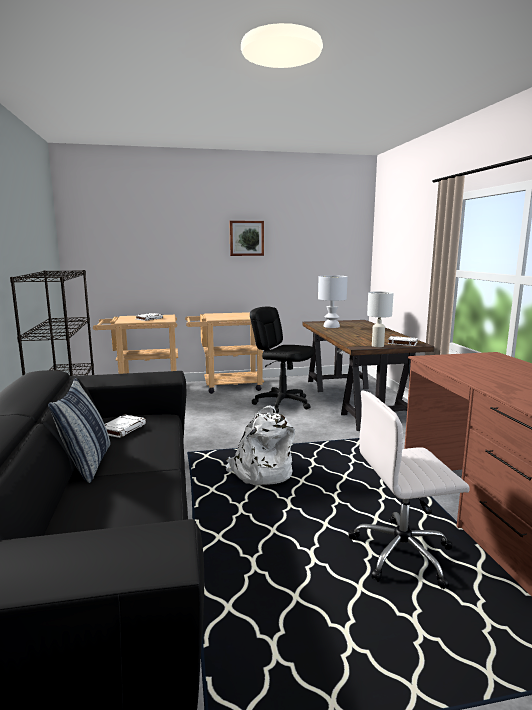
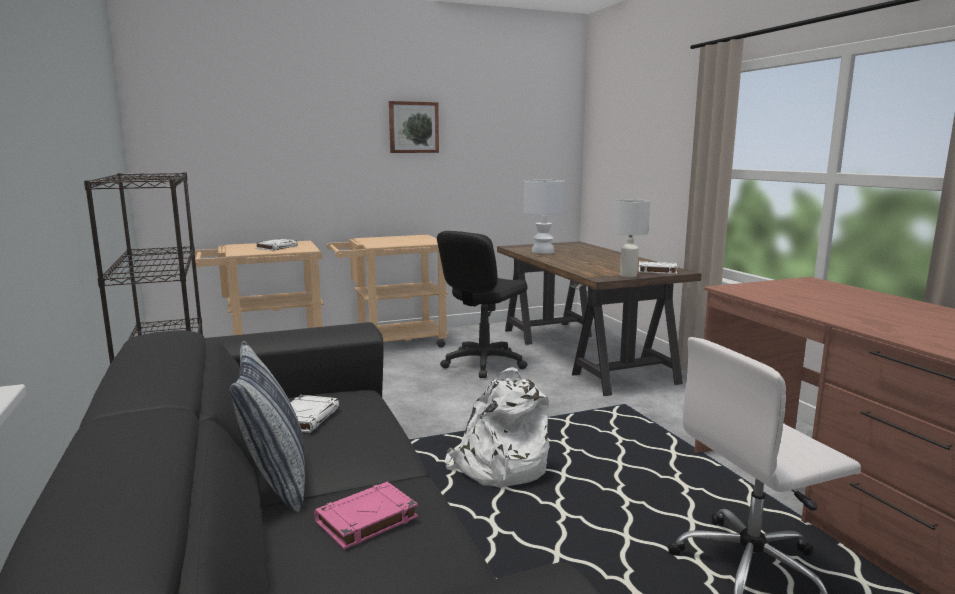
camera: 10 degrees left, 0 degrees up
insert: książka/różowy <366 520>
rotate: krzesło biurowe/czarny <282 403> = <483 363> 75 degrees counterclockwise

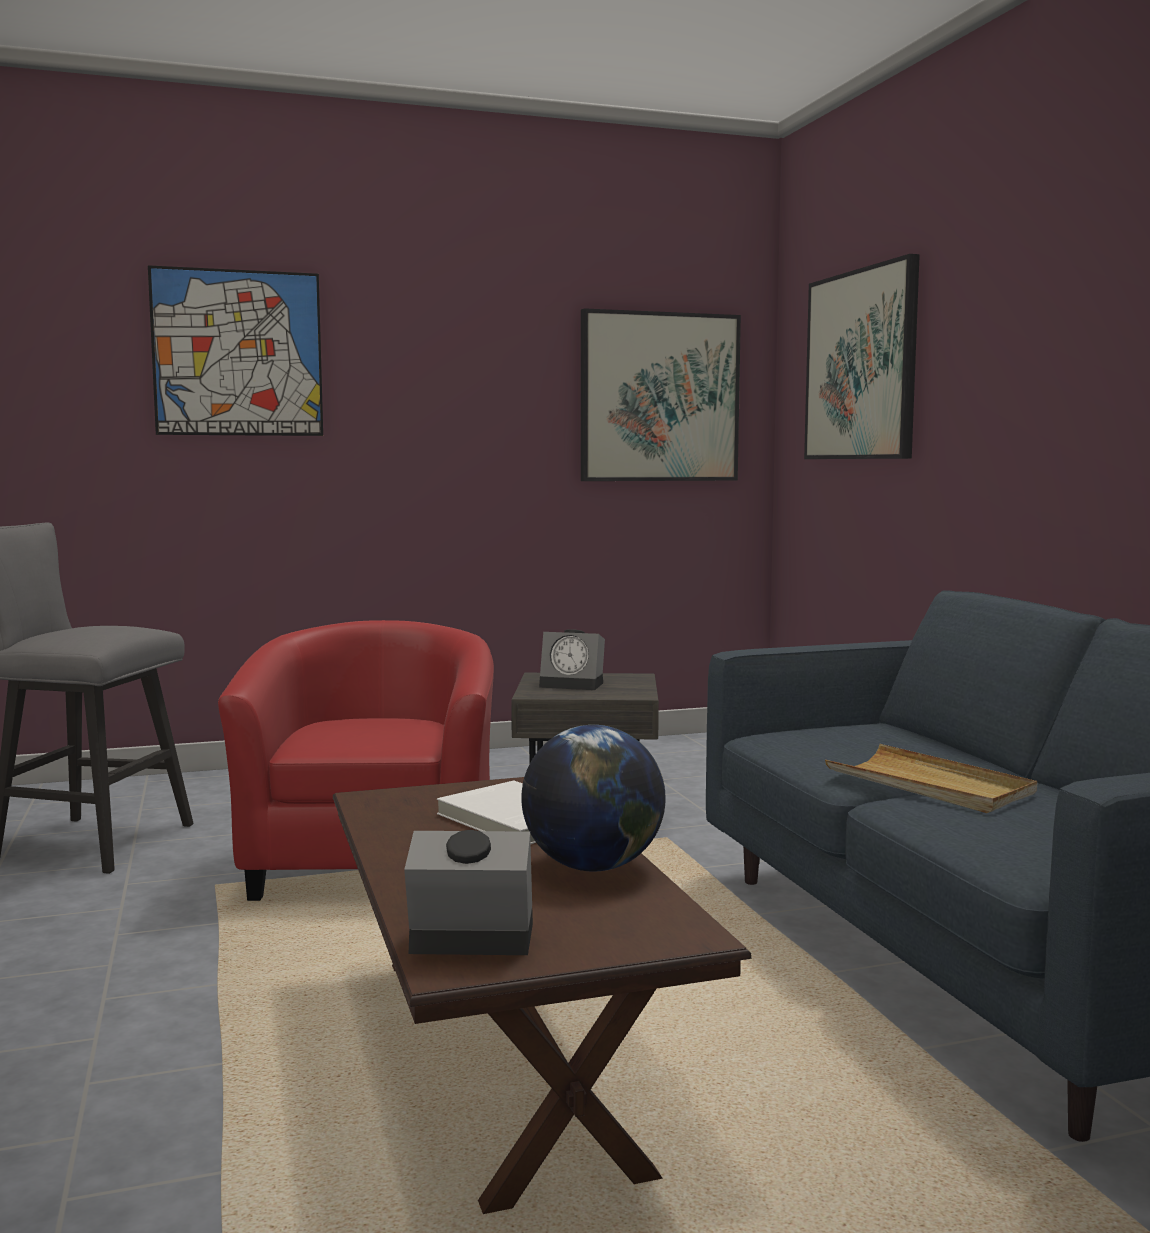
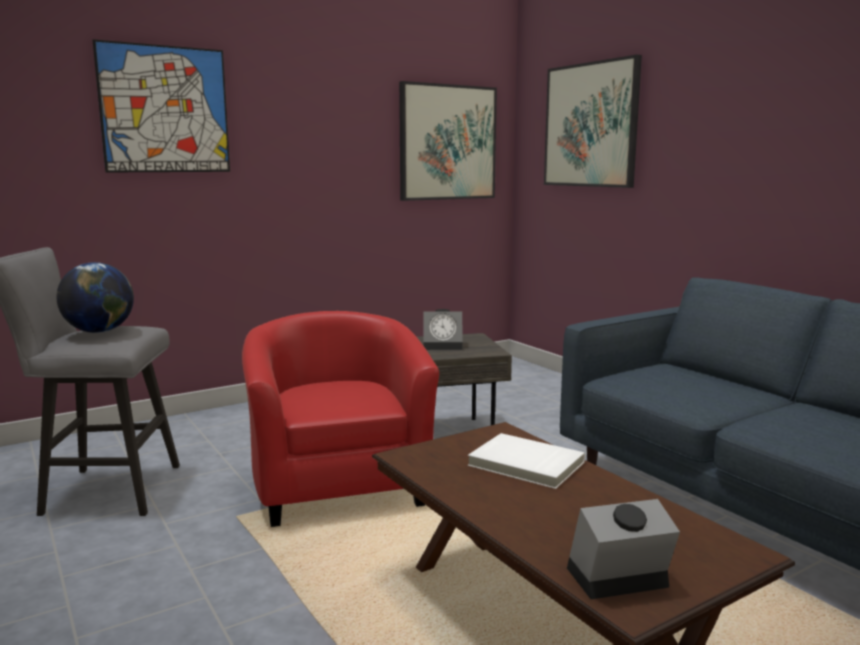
camera: 15 degrees left, 5 degrees up
delete: taca/beżowy <929 785>
move: globus <593 867> to <99 331>

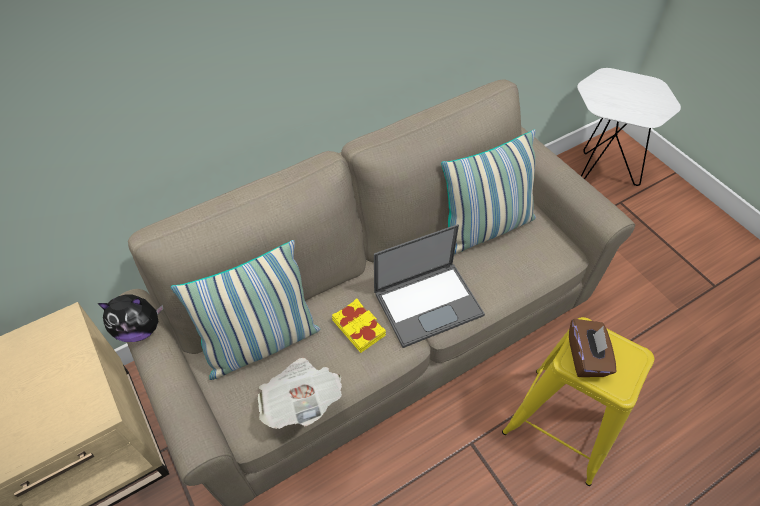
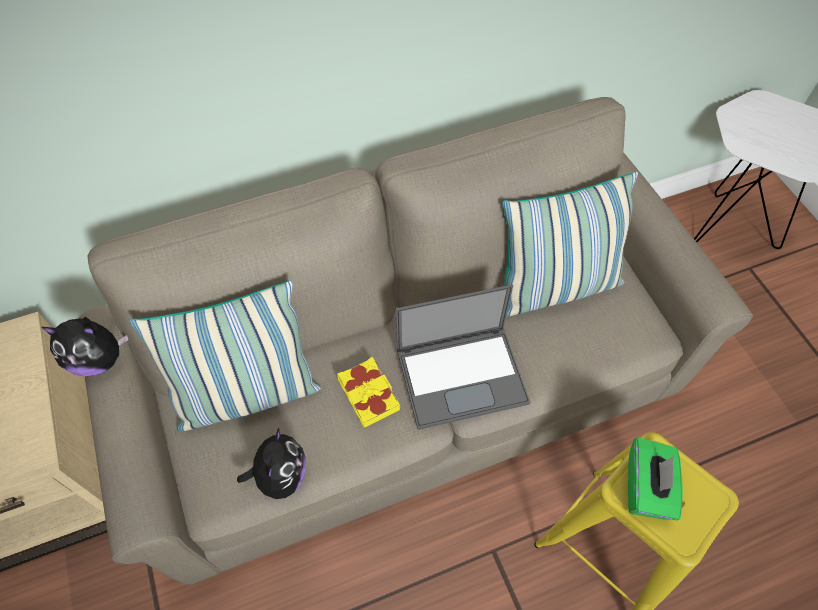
camera: 10 degrees right, 5 degrees up
replace: gazeta <301 400> to pluszak <280 476>
recolor: pudełko chusteczek/brązowy <586 357> to pudełko chusteczek/zielony <647 488>

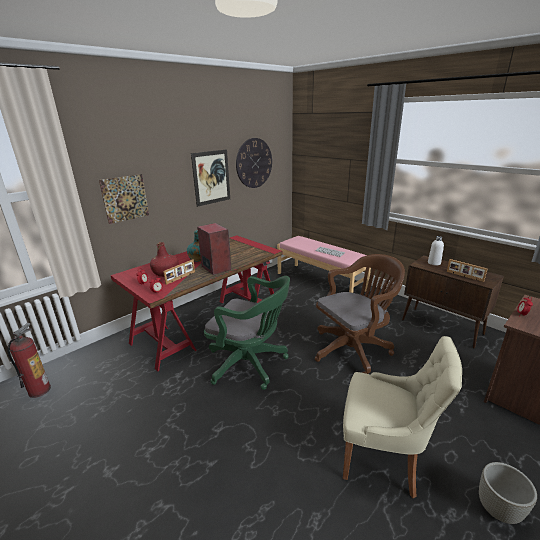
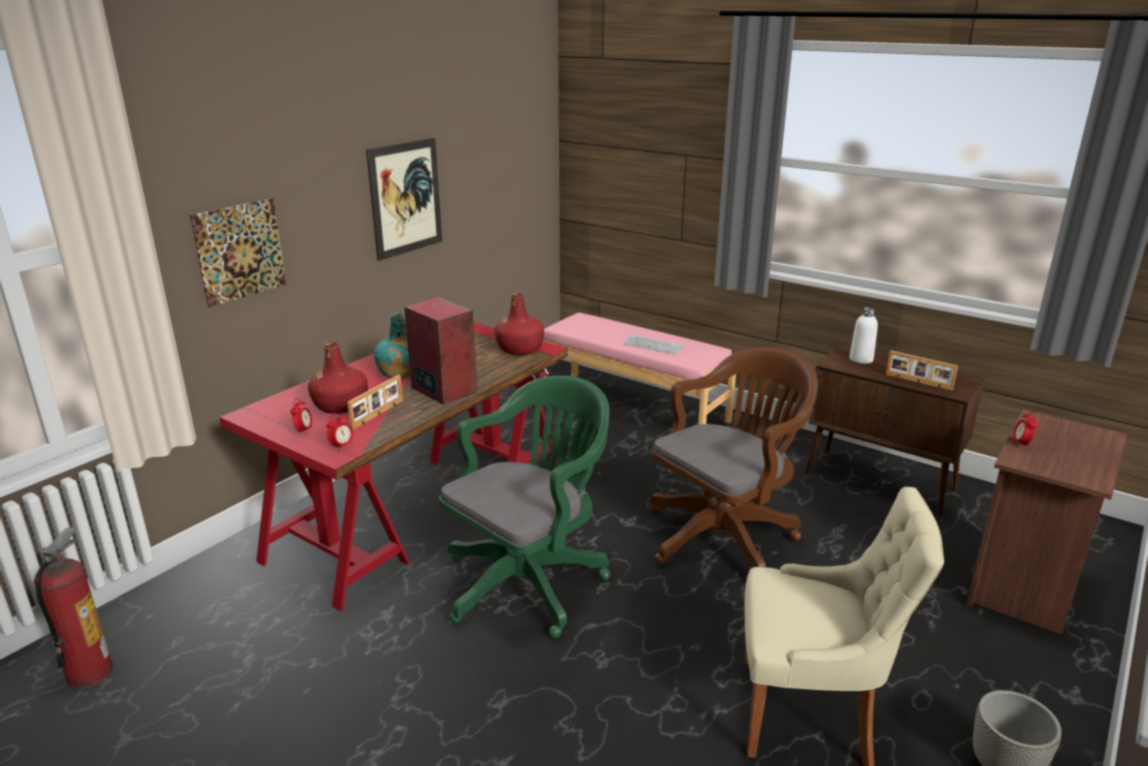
camera: 10 degrees left, 0 degrees up
delete: zegar ścienny <254 163>
insert: butelka/czerwony <520 349>
rotate: krzesło biurowe/zielony <250 364> = <530 580> 60 degrees counterclockwise

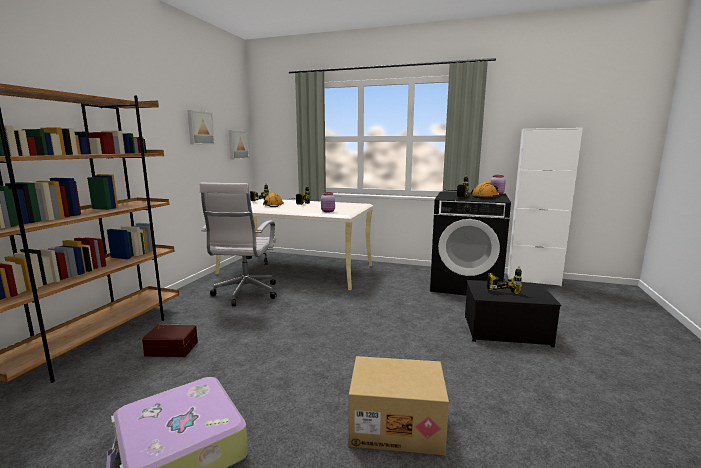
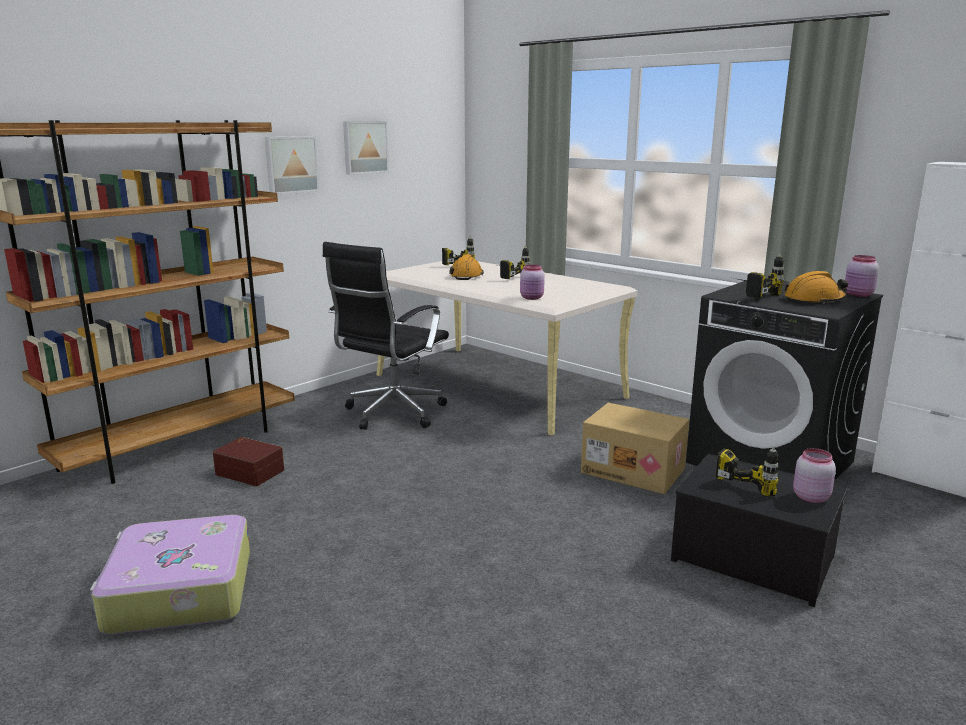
camera: 25 degrees right, 5 degrees up
insert: słoik/różowy <809 497>
move: obraz <237 145> to <291 164>; karton <397 425> to <634 470>
recolor: krzesło biurowe/biały <245 294> to krzesło biurowe/czarny <391 414>

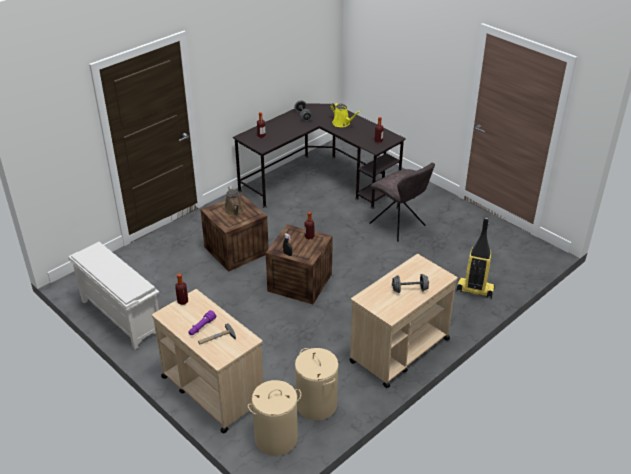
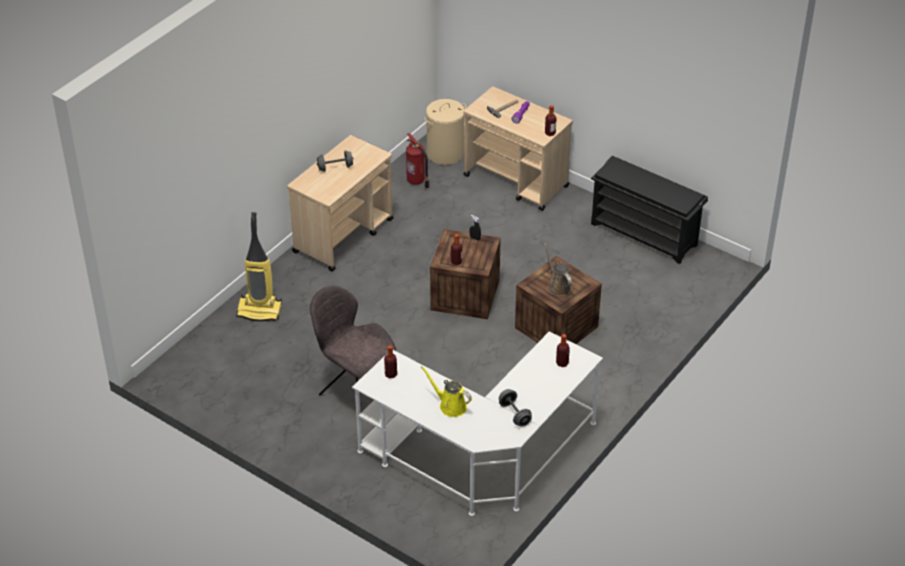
camera: 170 degrees right, 5 degrees up
replace: kosz na pranie/beżowy <316 405> to gaśnica <416 181>
recolor: biurko/czarny <319 181> to biurko/biały <482 457>; regał na buty/biały <120 316> to regał na buty/czarny <645 234>

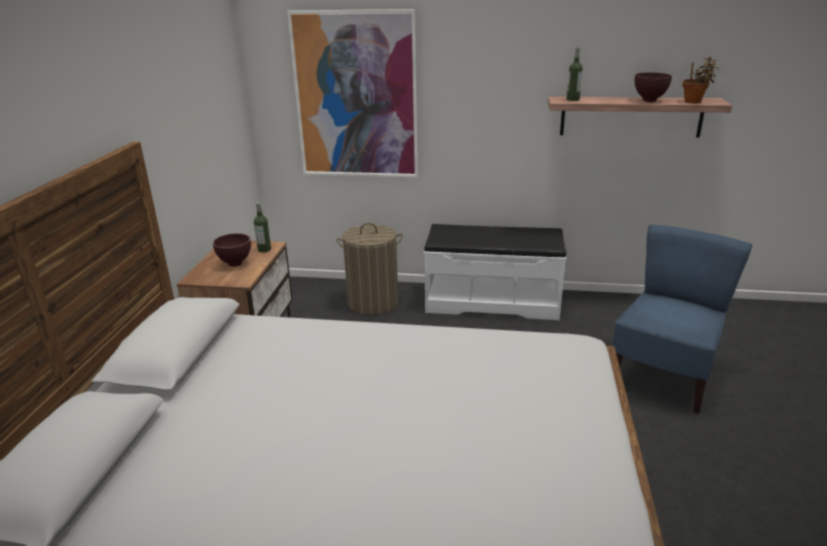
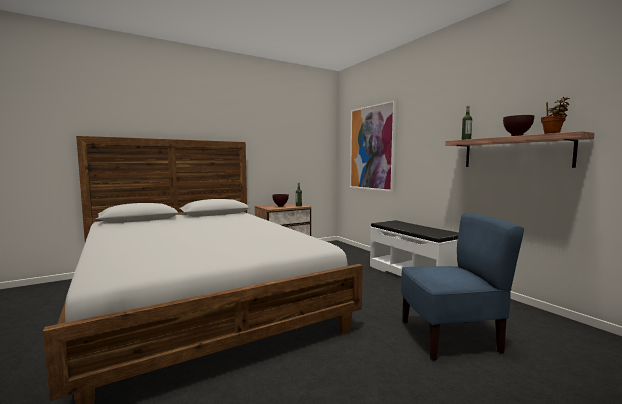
camera: 50 degrees right, 20 degrees down
delete: kosz na pranie <373 302>

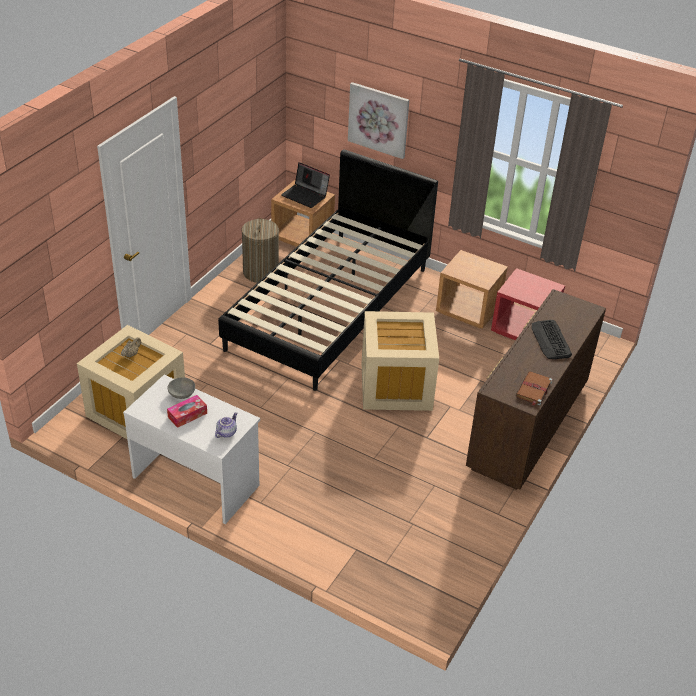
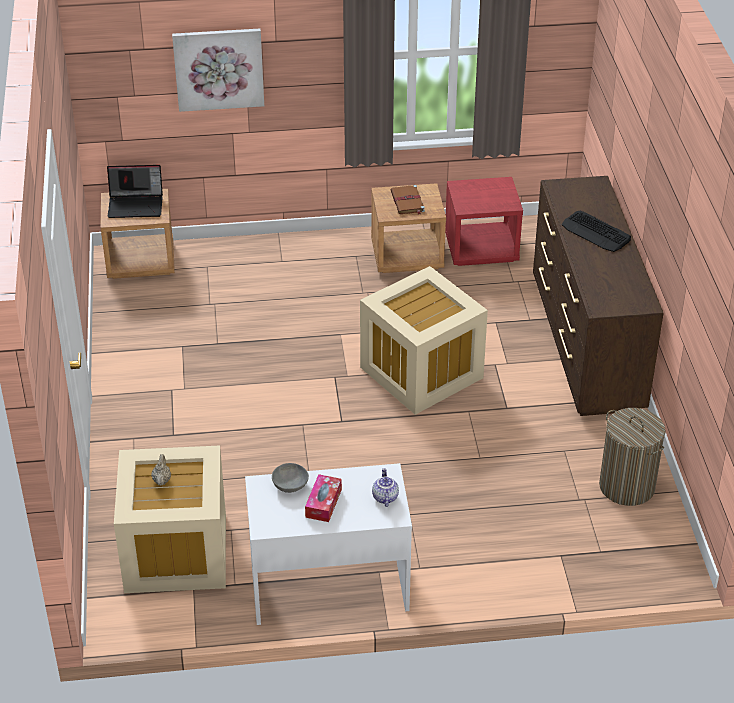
camera: 35 degrees left, 0 degrees up
delete: łóżko/czarny <329 307>
move: książka/brązowy <533 390> to <407 202>; kosz na pranie <260 272> to <626 486>

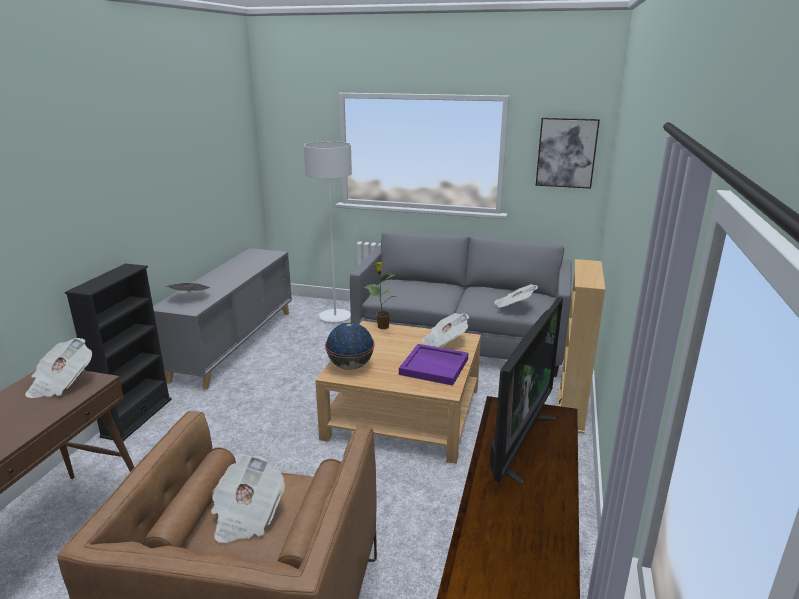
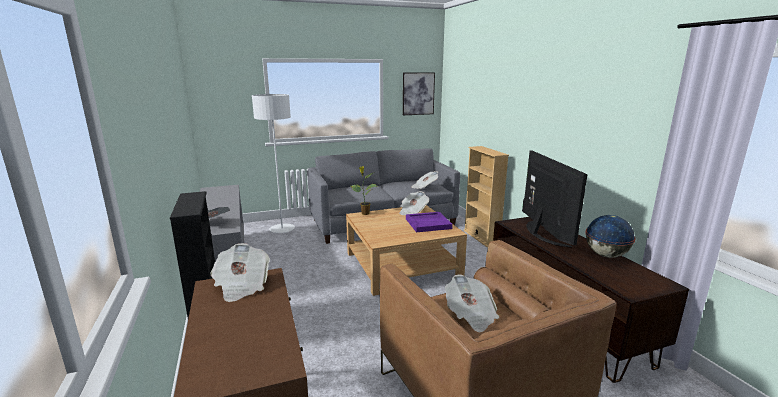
camera: 35 degrees left, 5 degrees down
move: globus <350 366> to <605 255>

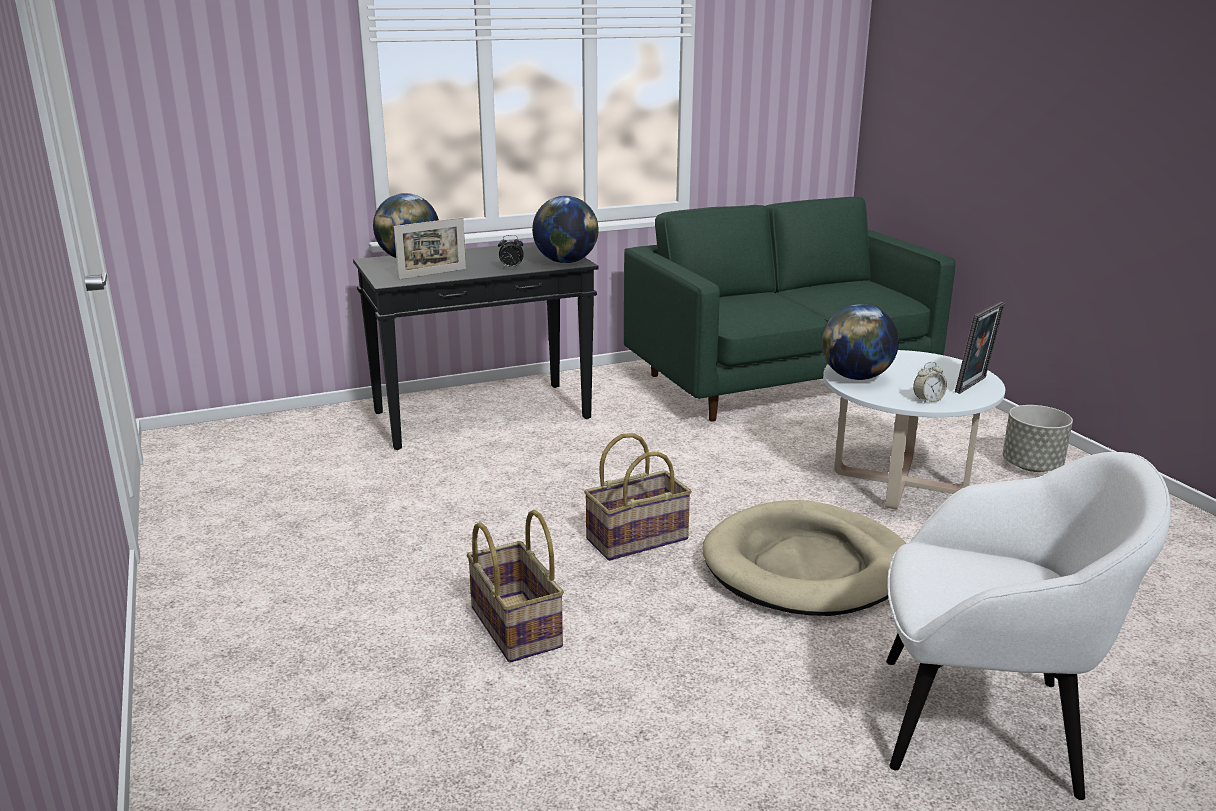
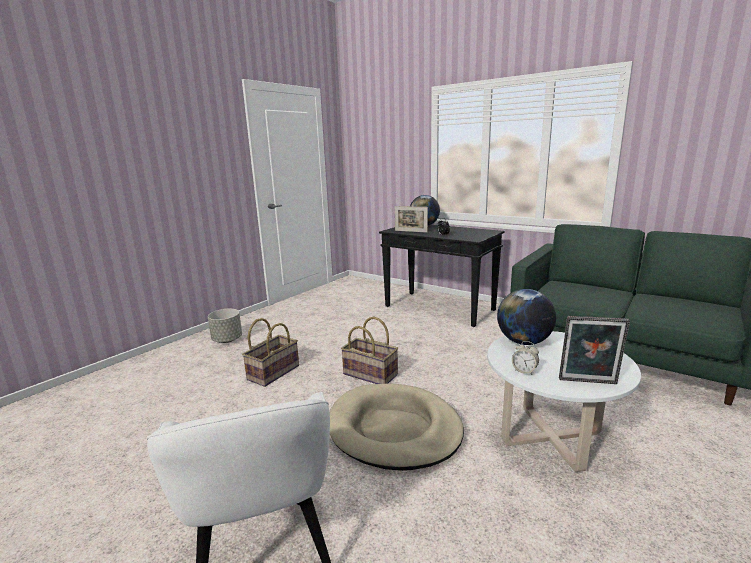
camera: 60 degrees right, 5 degrees down
delete: globus <566 262>
move: donica/szary <1032 466> to <227 340>

